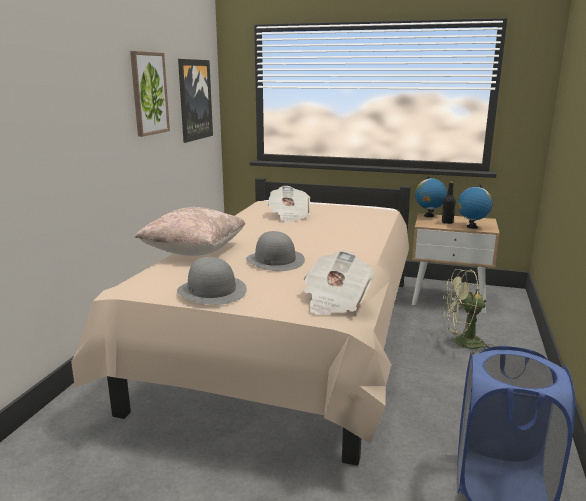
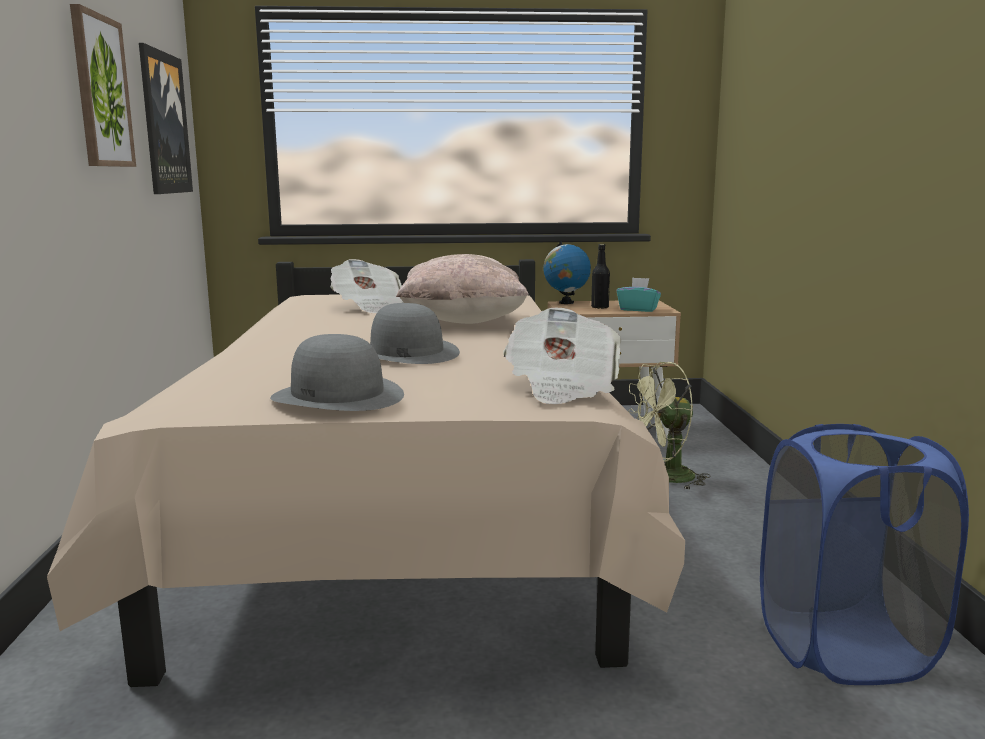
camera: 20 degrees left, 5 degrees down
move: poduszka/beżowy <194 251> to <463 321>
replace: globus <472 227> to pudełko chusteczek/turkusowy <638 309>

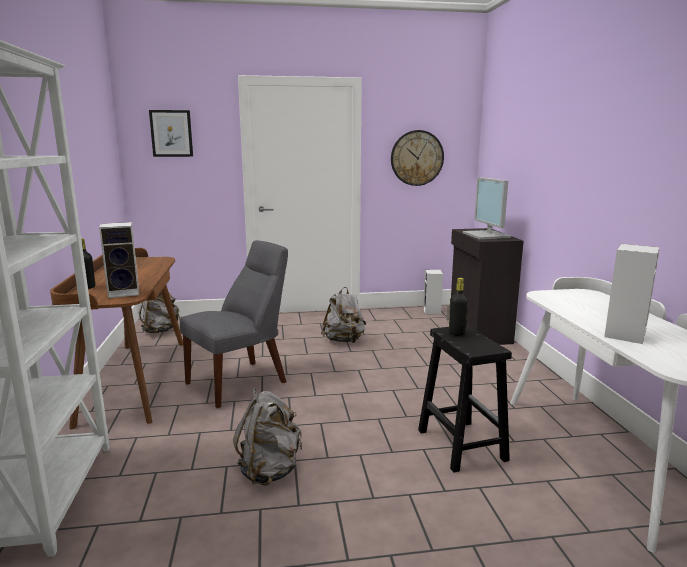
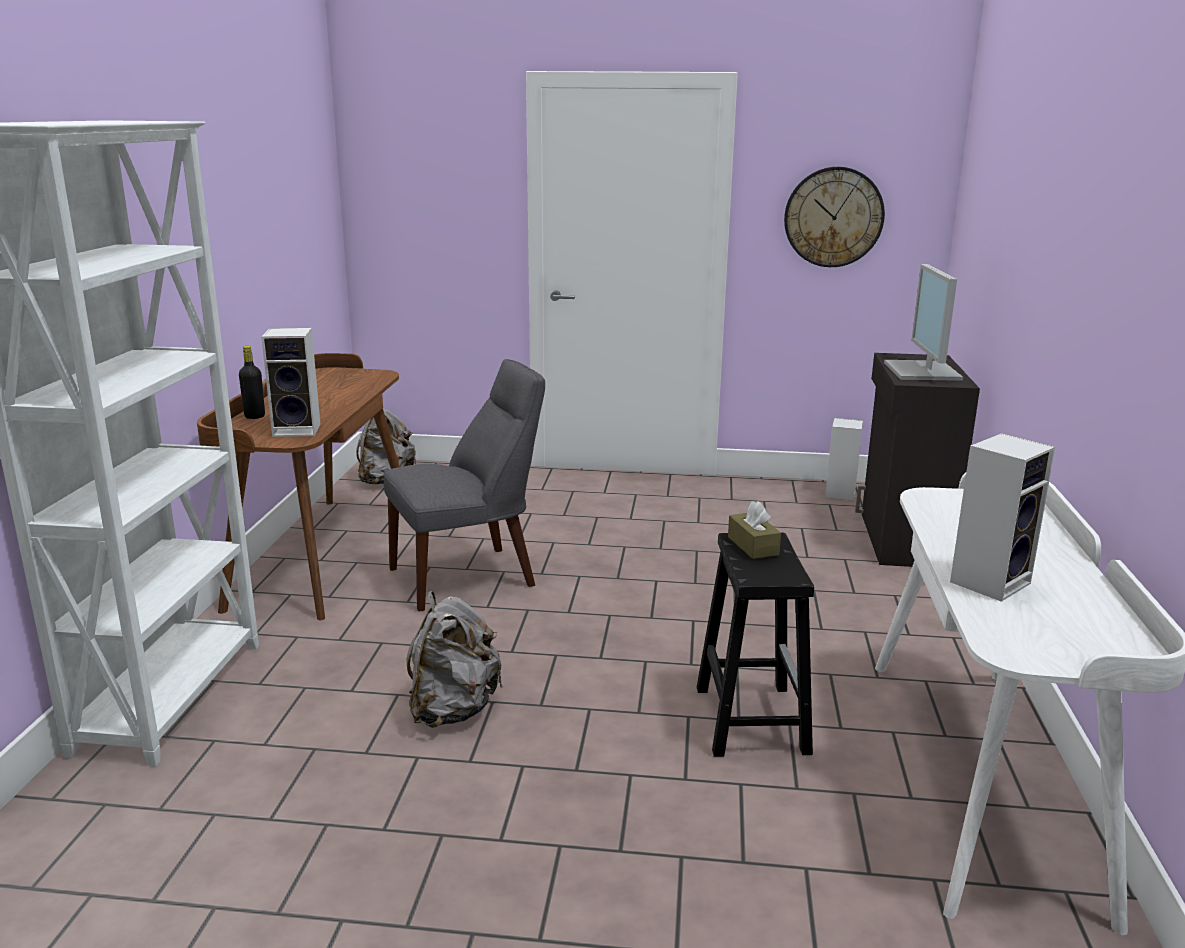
camera: 15 degrees right, 5 degrees up
delete: obraz <171 133>; plecak/szary <344 341>
replace: butelka/czarny <457 333> to pudełko chusteczek/brązowy <753 546>

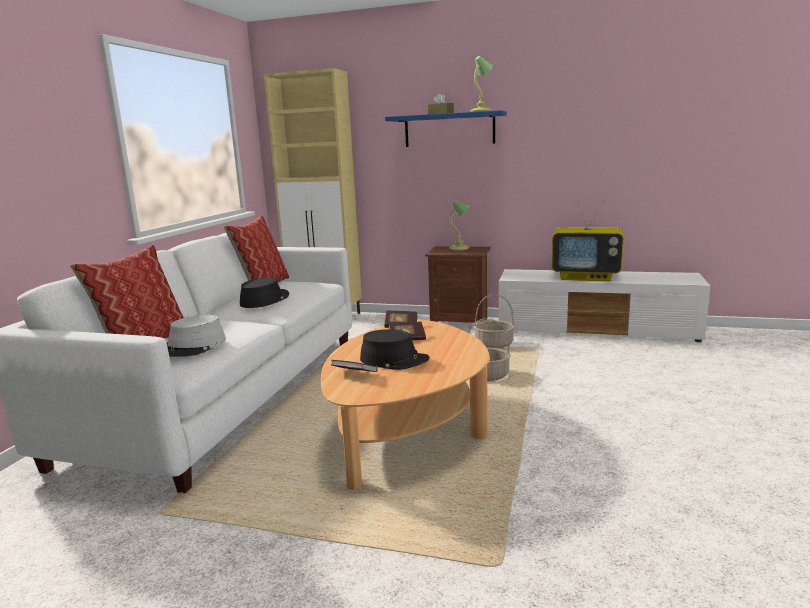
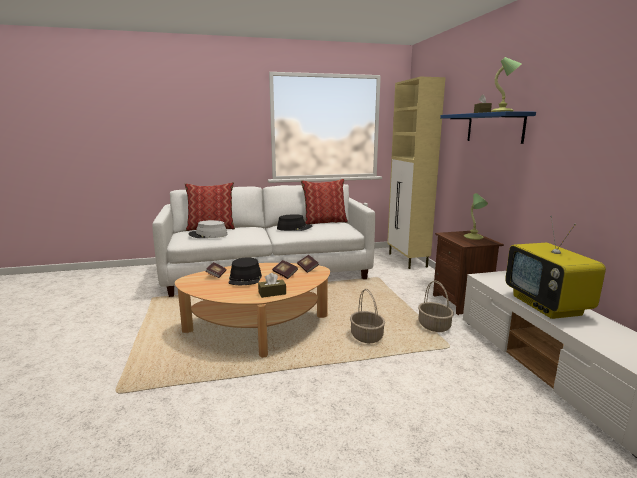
camera: 60 degrees right, 0 degrees up
insert: pudełko chusteczek/brązowy <272 293>

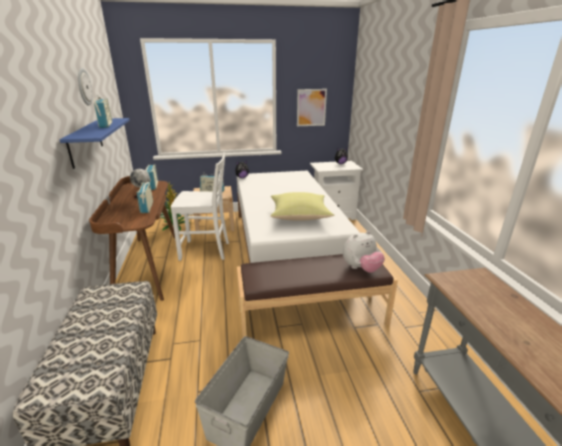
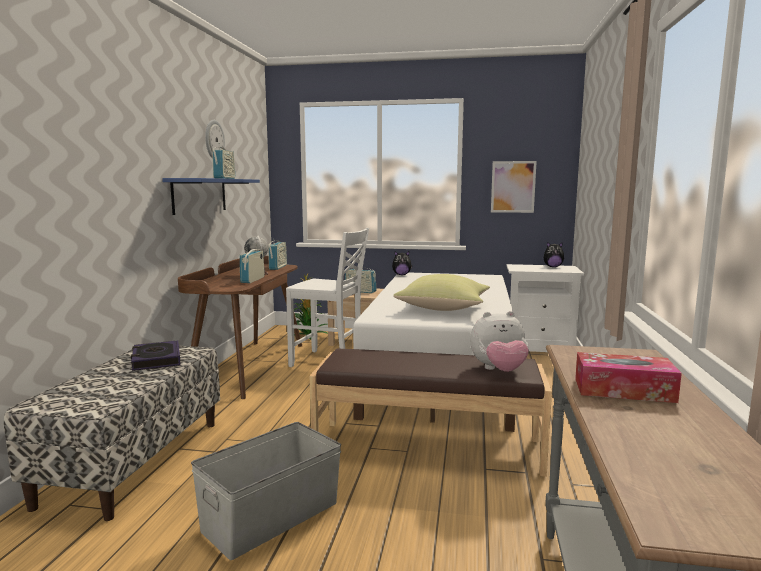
camera: 20 degrees right, 15 degrees down
insert: książka <156 360>; pudełko chusteczek <623 390>

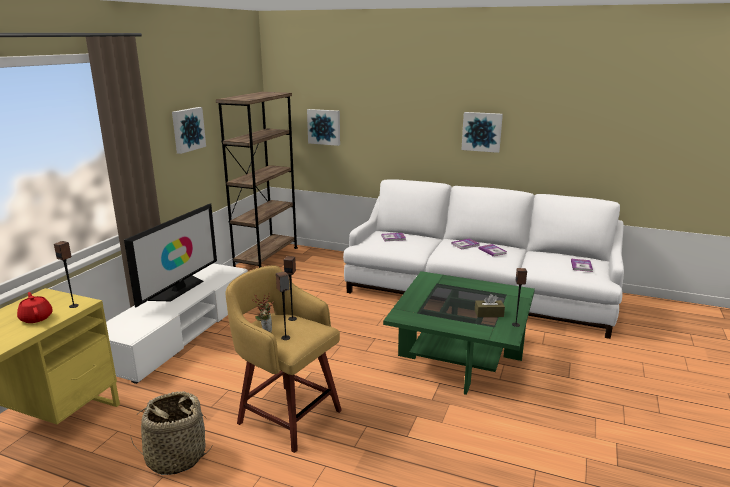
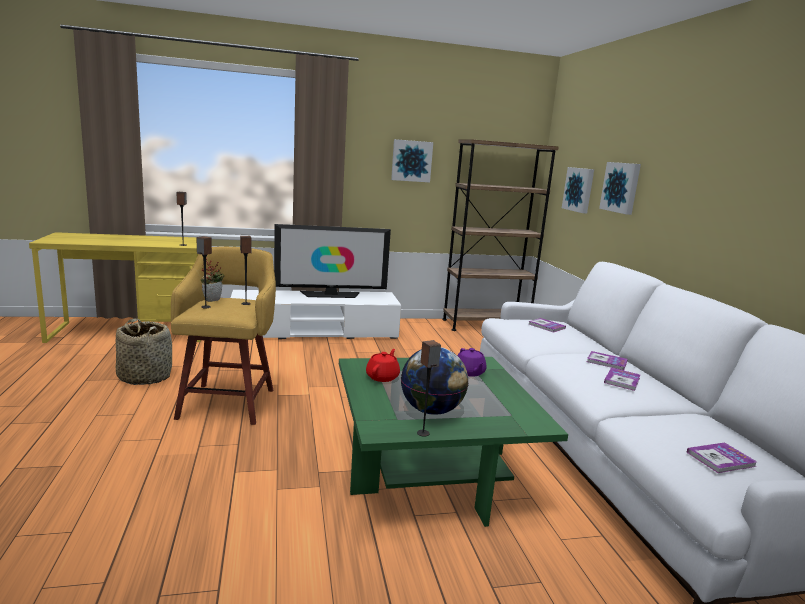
camera: 55 degrees right, 5 degrees down
insert: imbryk/fioletowy <469 372>
move: imbryk/czerwony <36 318> to <383 377>; obraz <482 131> to <621 187>
replace: pudełko chusteczek/brązowy <489 314> to globus <431 411>

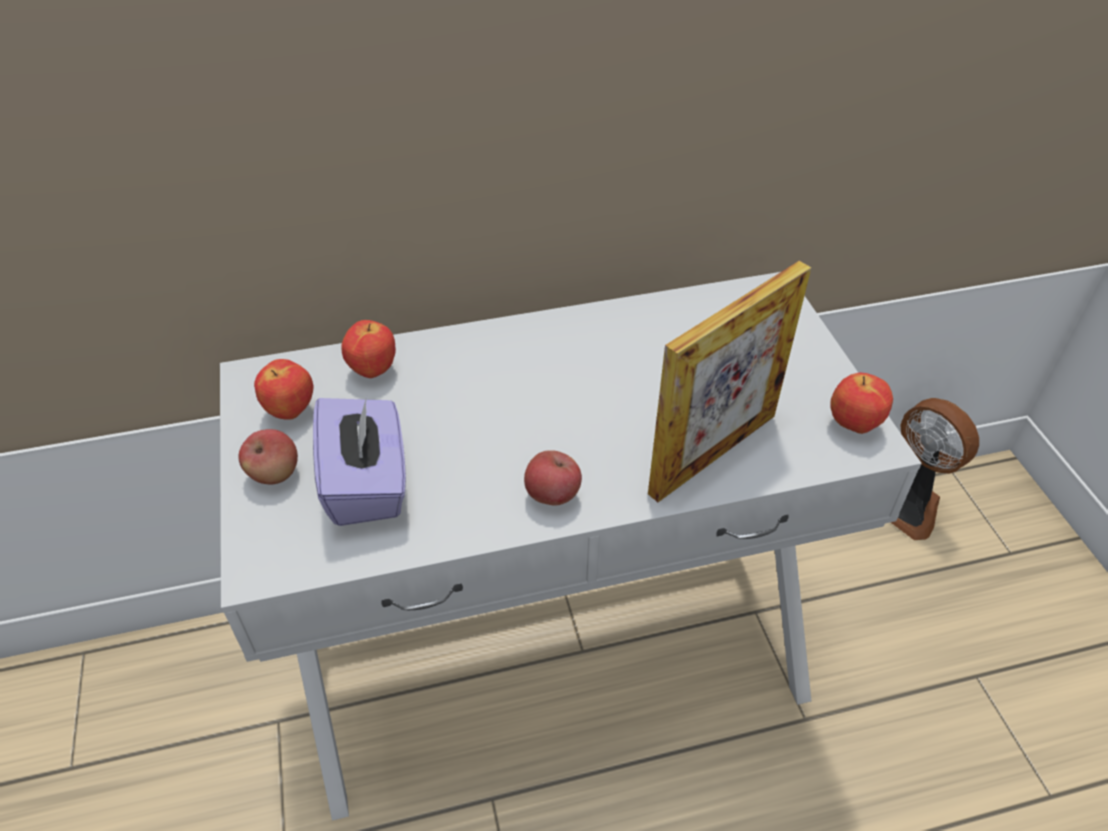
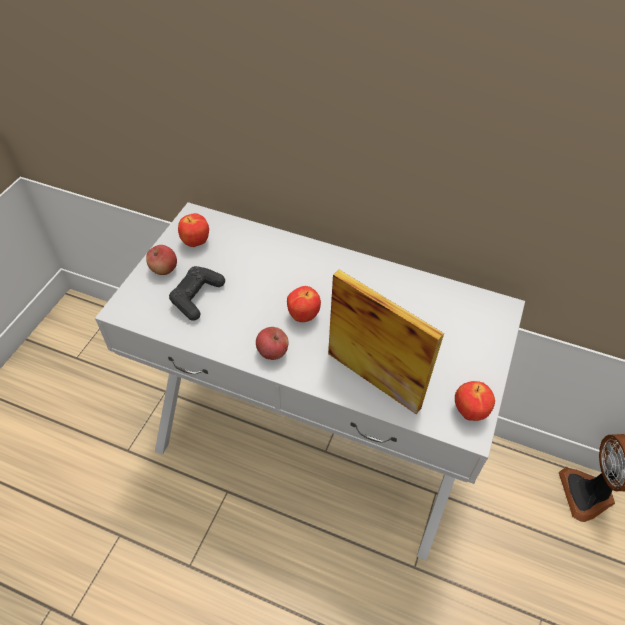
camera: 35 degrees right, 5 degrees up
move: jabłko <372 370> to <303 315>
replace: pudełko chusteczek/fioletowy <367 484> to pad do gier/czarny <197 297>
rotate: ramka na zdjęcie <713 453> = <373 380> 135 degrees counterclockwise

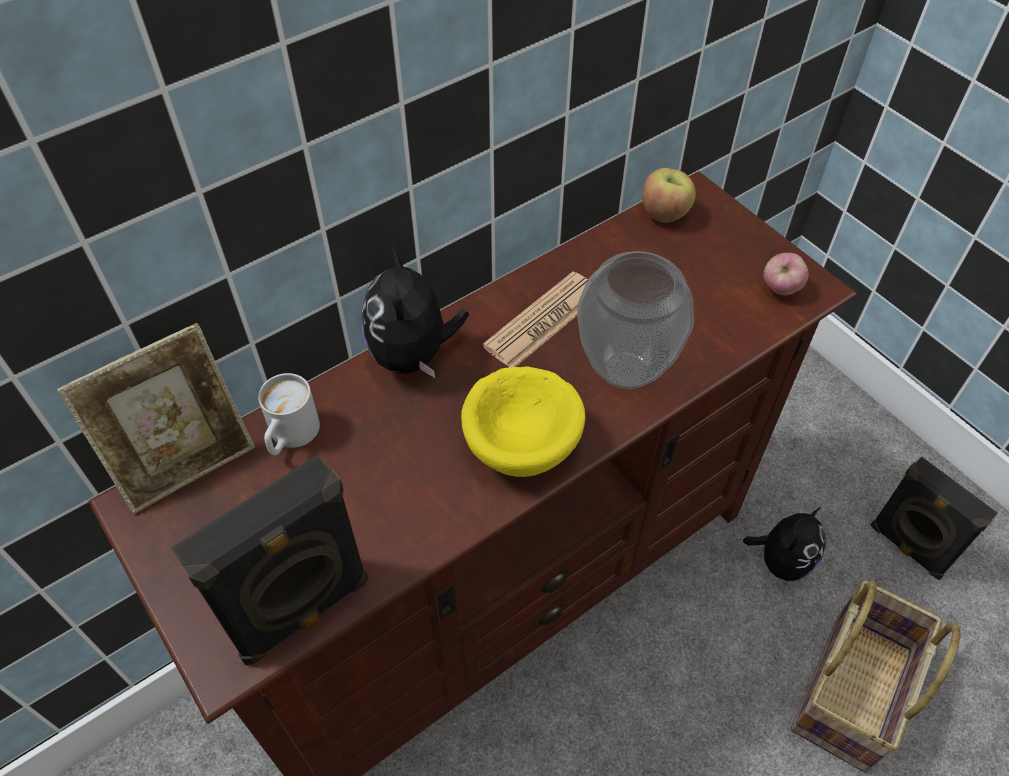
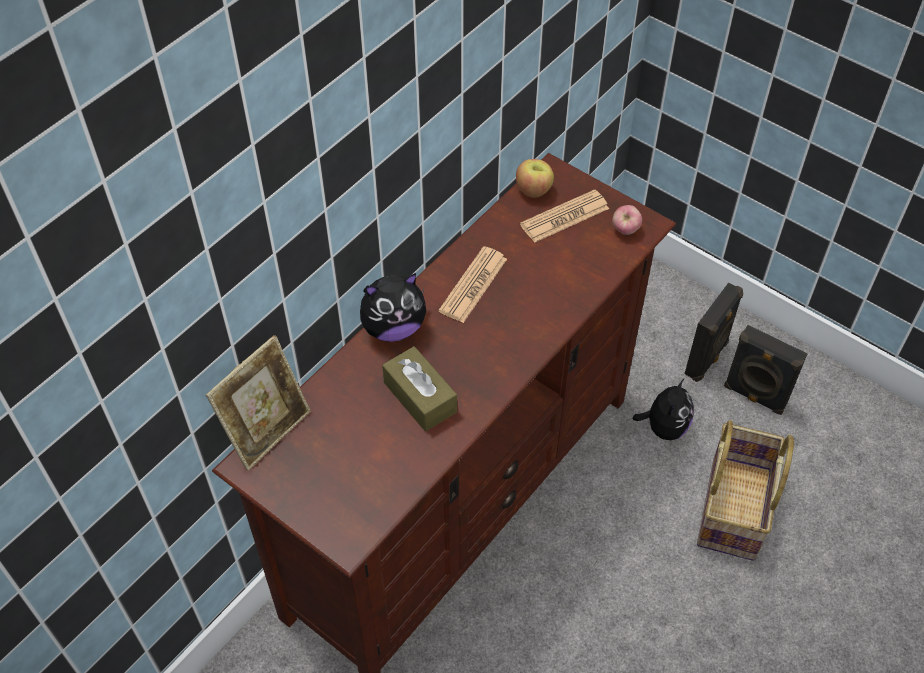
camera: 15 degrees left, 0 degrees up
delete: kubek/biały <290 437>; miska/żółty <524 442>; wazon <627 369>
insert: pudełko chusteczek/brązowy <420 397>; gazeta <564 217>
move: głośnik/czarny <302 612> to <707 359>
rotate: pluszak <413 355> = <393 327> 90 degrees counterclockwise

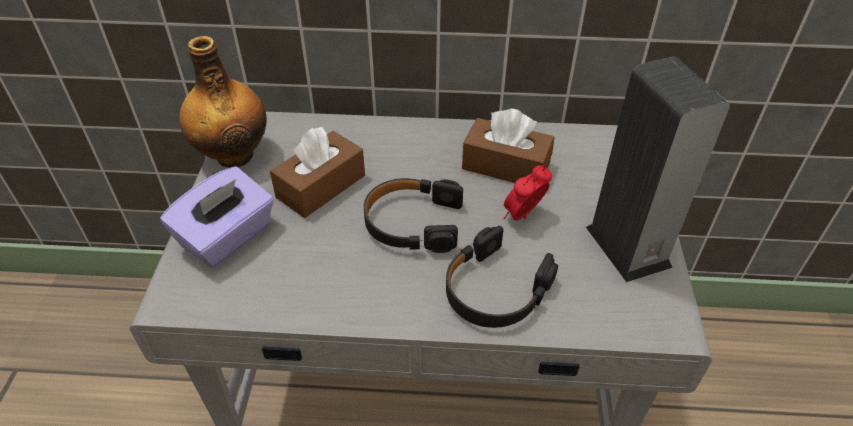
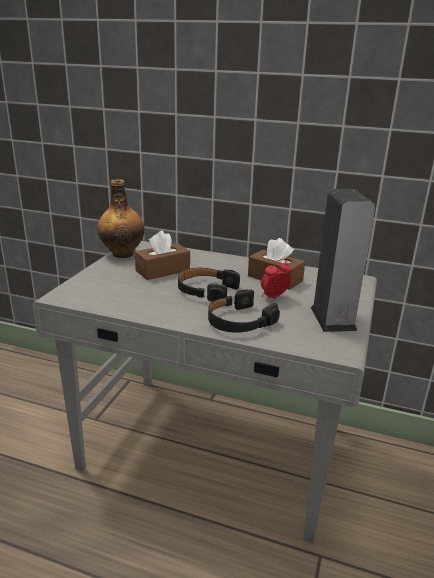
camera: 15 degrees right, 20 degrees down
delete: pudełko chusteczek/fioletowy <228 237>

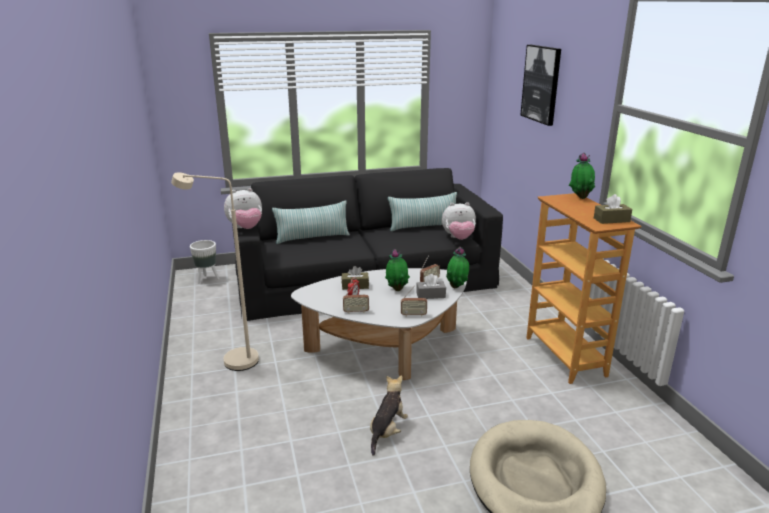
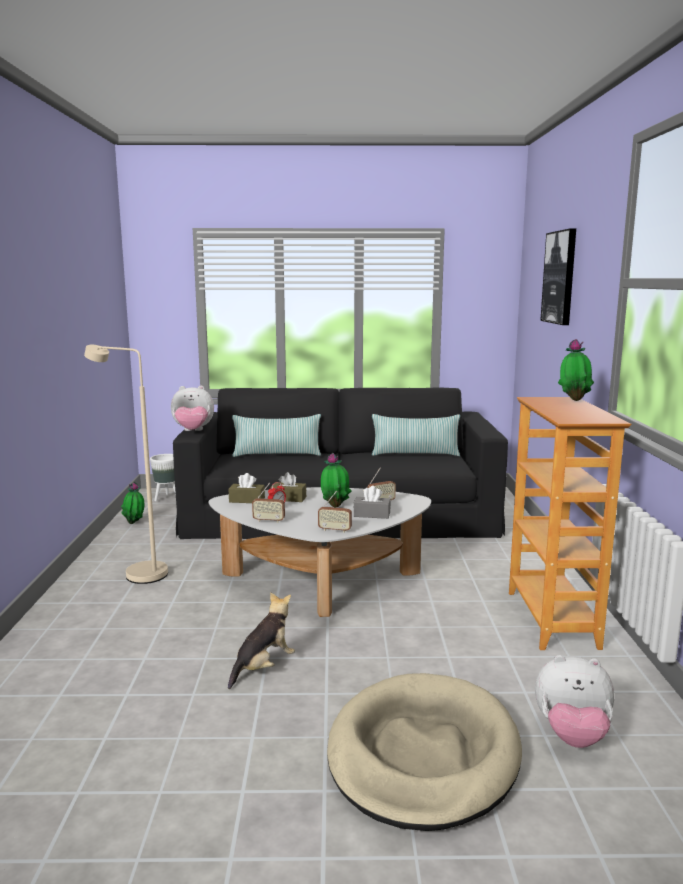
camera: 15 degrees right, 10 degrees down
move: roślina doniczkowa <457 287> to <134 523>; pudełko chusteczek/brązowy <611 220> to <247 500>; pluszak <458 238> to <572 735>

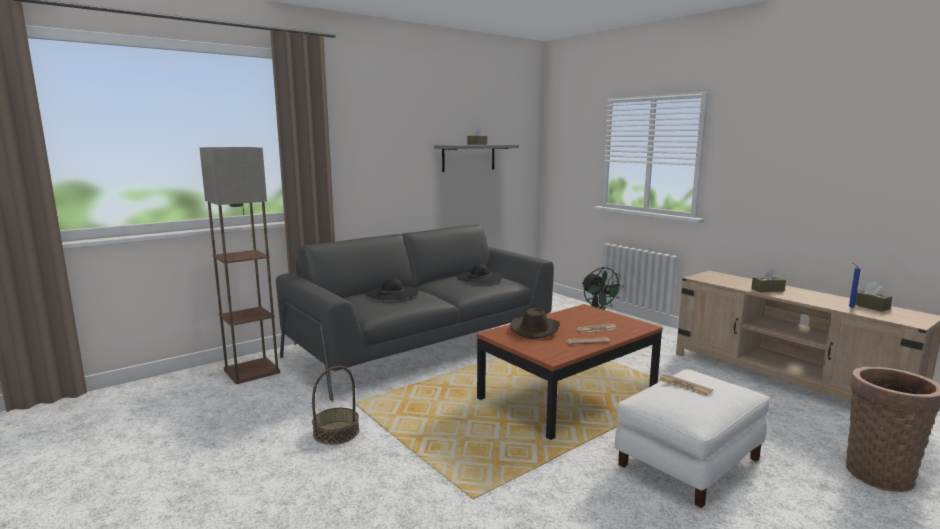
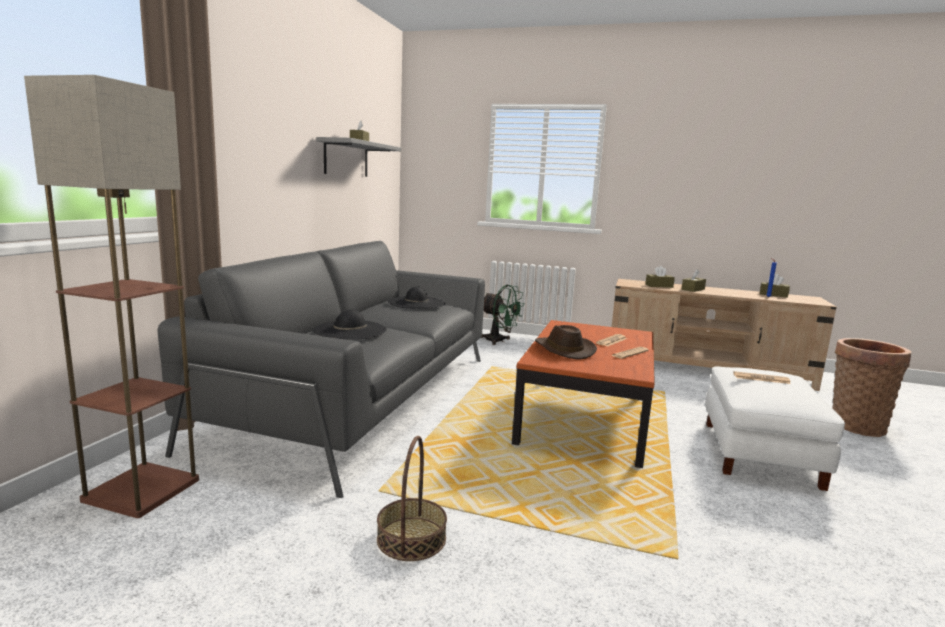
camera: 35 degrees left, 0 degrees up
insert: pudełko chusteczek/brązowy <659 286>

